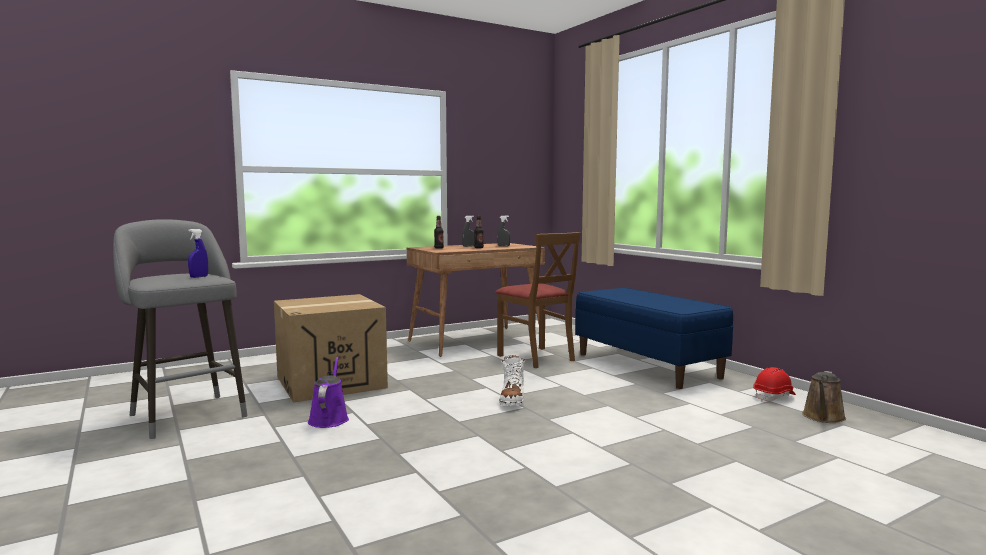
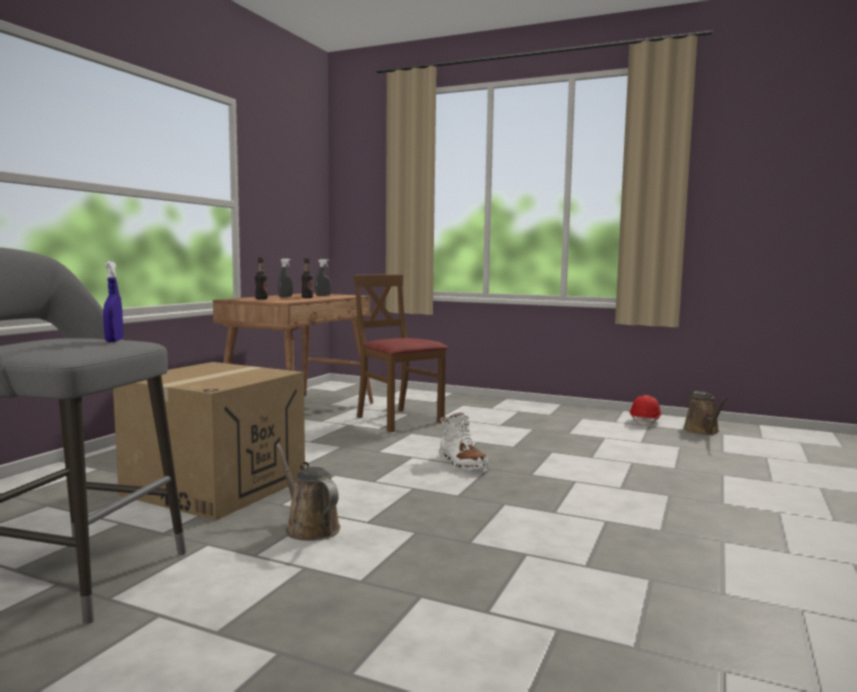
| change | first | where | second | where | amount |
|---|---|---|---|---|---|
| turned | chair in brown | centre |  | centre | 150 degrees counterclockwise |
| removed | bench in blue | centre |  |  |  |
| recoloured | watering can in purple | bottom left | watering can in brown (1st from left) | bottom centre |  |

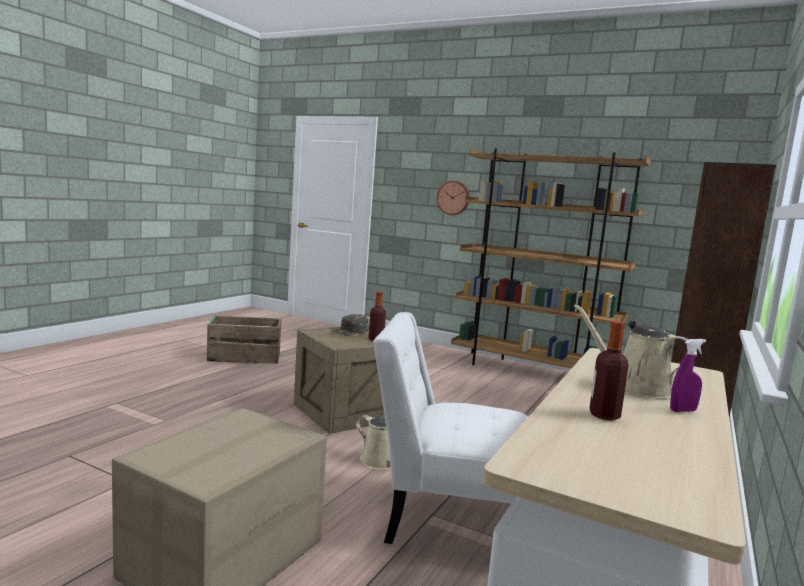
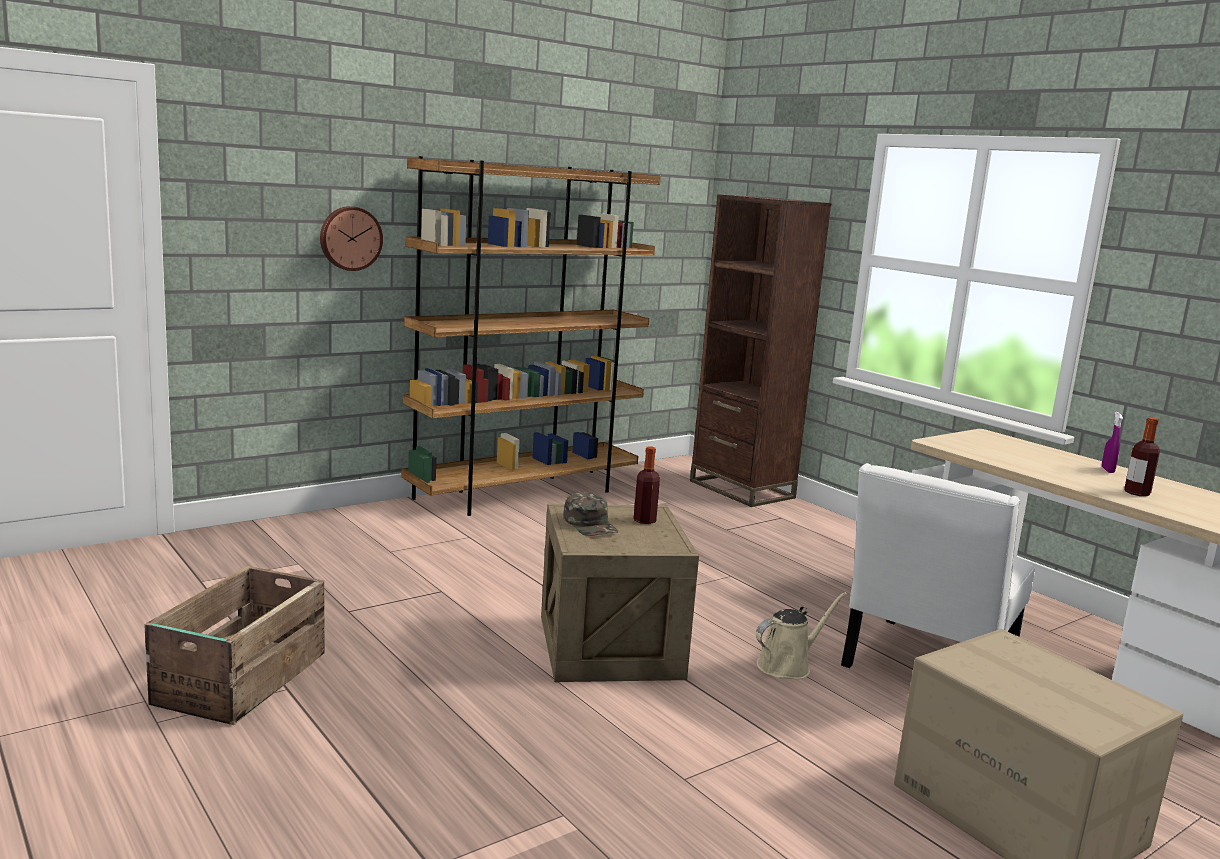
| change | first | where | second | where | amount |
|---|---|---|---|---|---|
| removed | watering can in beige (2nd from left) | middle right |  |  |  |

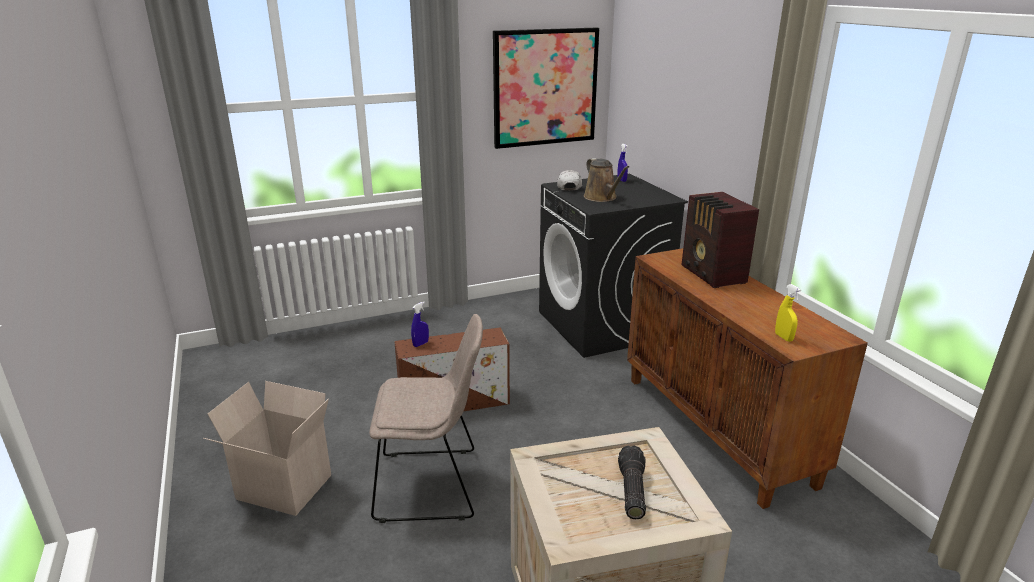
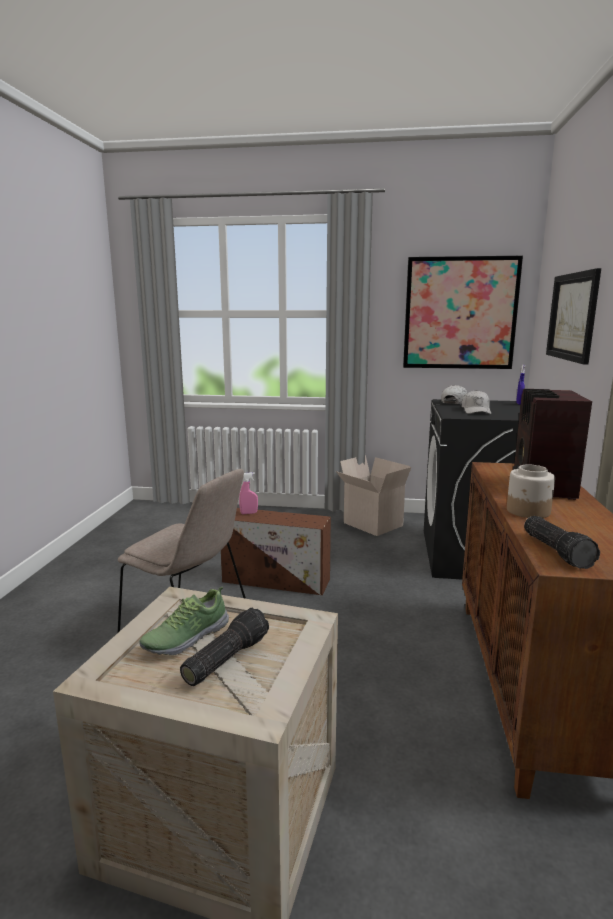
| change | first | where | second | where | amount |
|---|---|---|---|---|---|
| replaced | watering can in brown | top centre | cap in white (2nd from left) | middle right |  |
| replaced | spray bottle in yellow | middle right | flashlight (2nd from left) | middle right |  |
| recoloured | spray bottle in blue (1st from left) | centre | spray bottle in pink | centre |  |
| moved | cardboard box | bottom left |  | centre |  |
| added |  |  | picture (2nd from left) | middle right |  |
| added |  |  | jar | middle right |  |
| added |  |  | shoe | bottom left |  |

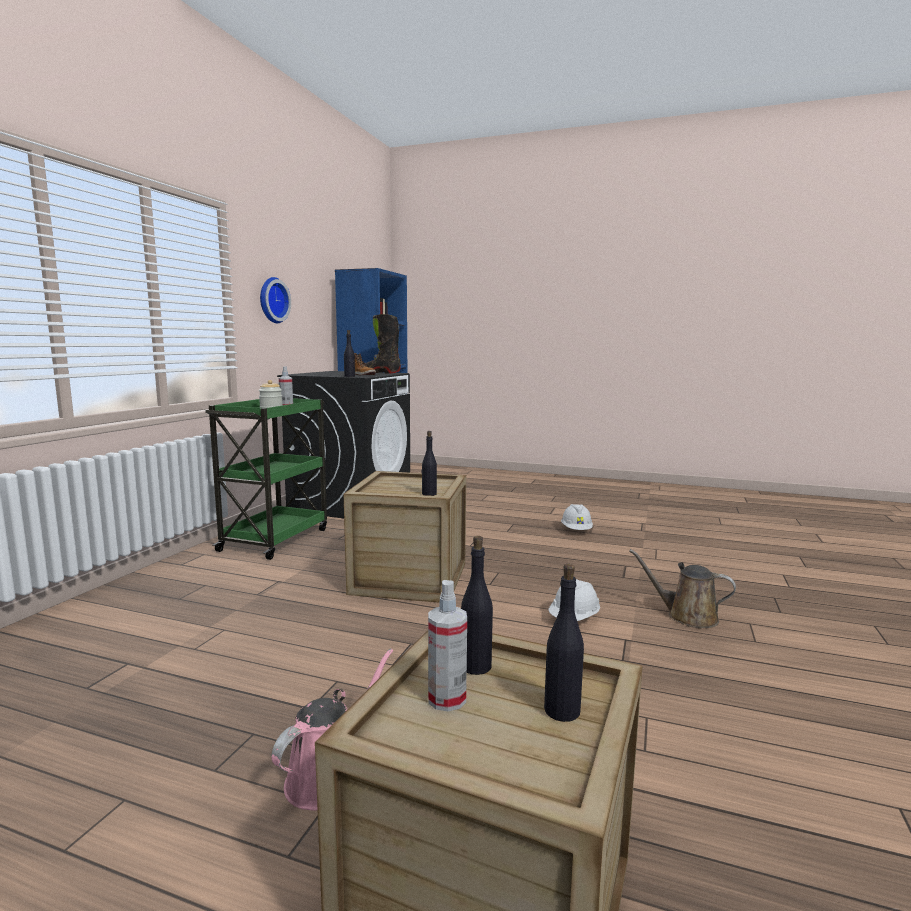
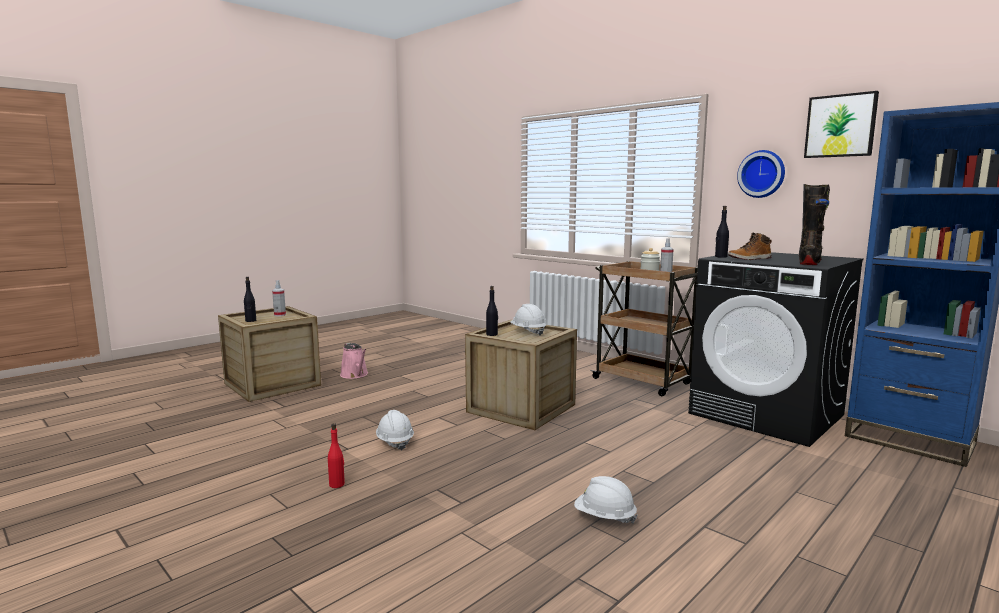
| change | first | where | second | where | amount |
|---|---|---|---|---|---|
| recoloured | cart in green | middle left | cart in brown | centre |  |
| removed | bottle in black (3rd from left) | centre |  |  |  |
| replaced | watering can in brown | middle right | bottle in red | bottom centre |  |
| added |  |  | picture | top right |  |
| added |  |  | hard hat in white (2nd from left) | centre |  |

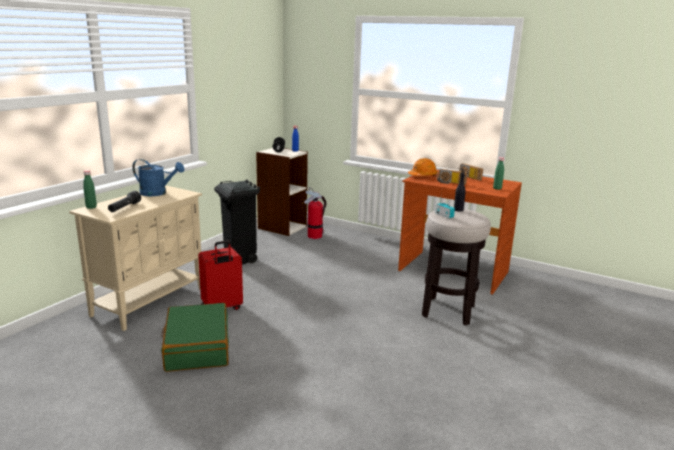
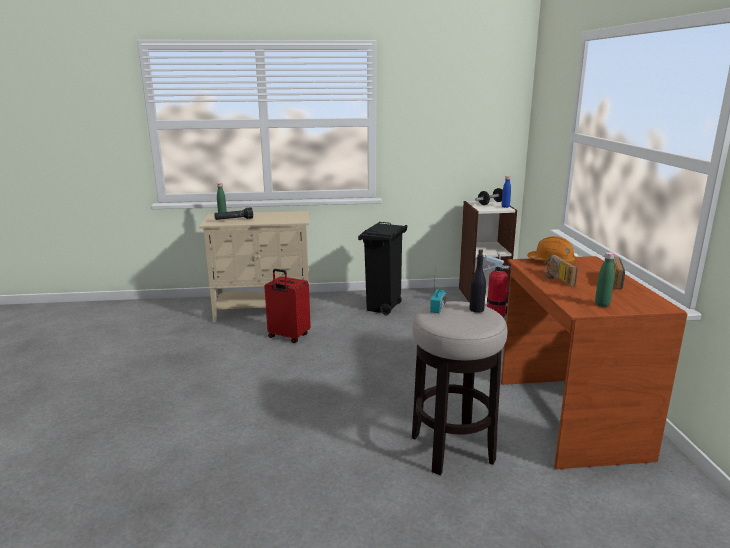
| change | first | where | second | where | amount |
|---|---|---|---|---|---|
| removed | watering can in blue | middle left |  |  |  |
| removed | suitcase in green | bottom left |  |  |  |

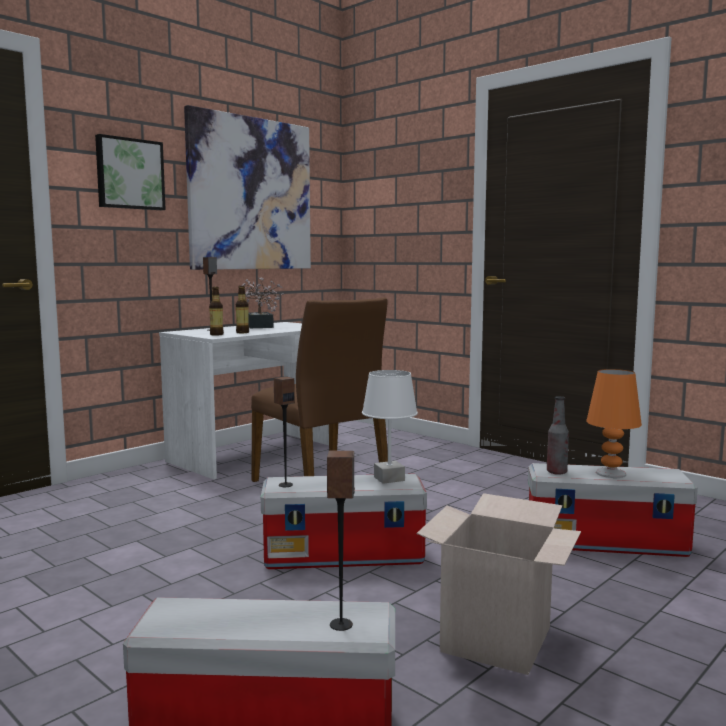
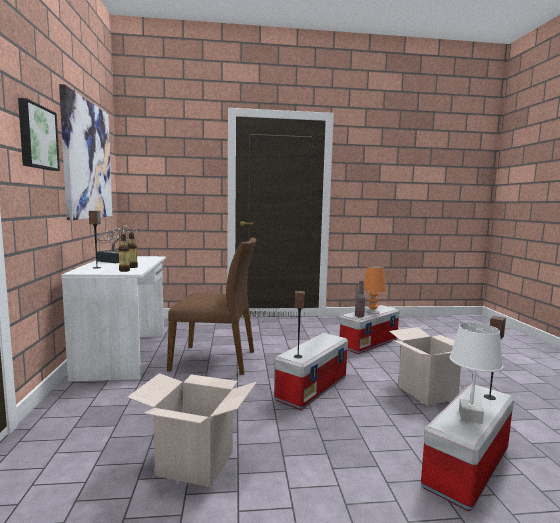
| change | first | where | second | where | amount |
|---|---|---|---|---|---|
| moved | table lamp in white | centre |  | bottom right |  |
| added |  |  | cardboard box (1st from left) | bottom centre |  |

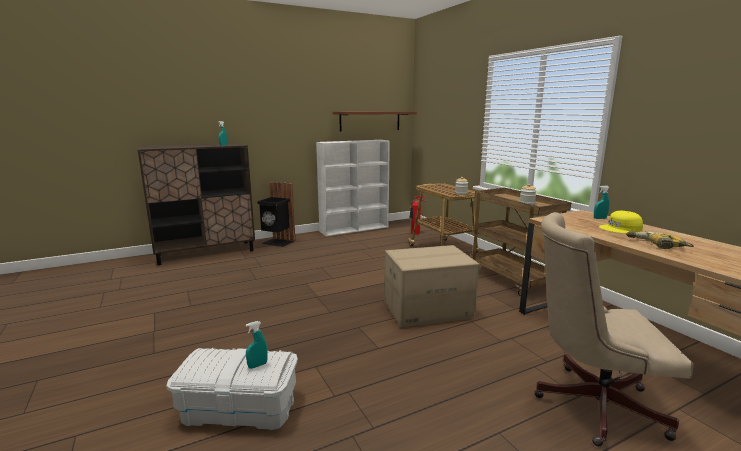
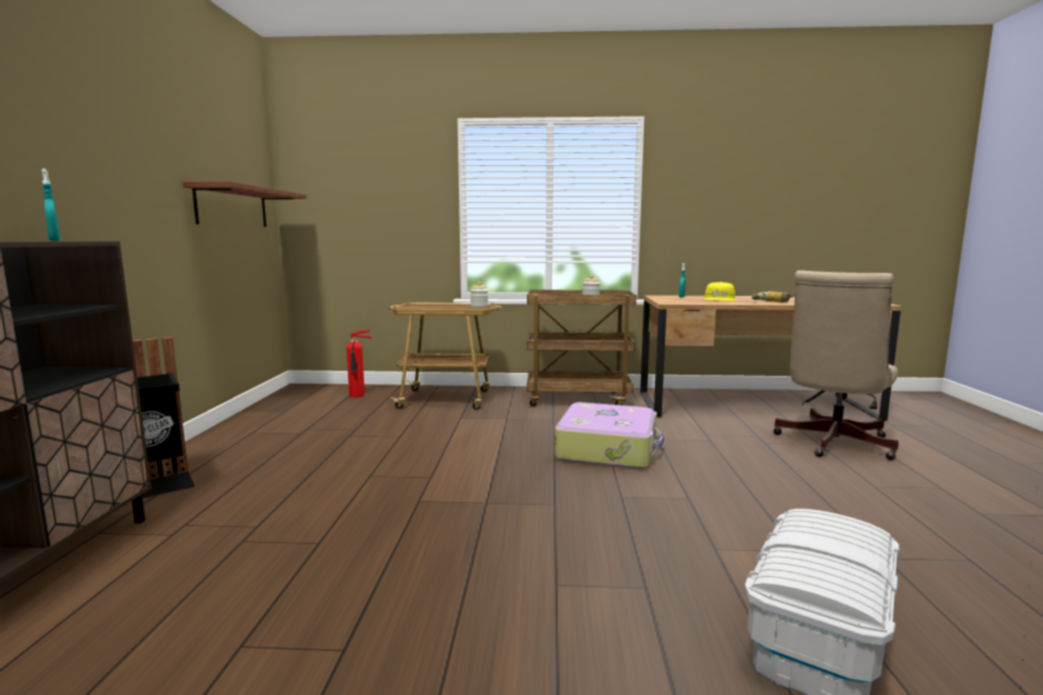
| change | first | where | second | where | amount |
|---|---|---|---|---|---|
| removed | bookcase in white | centre |  |  |  |
| replaced | cardboard box | centre | suitcase | centre |  |
| removed | spray bottle in turquoise (2nd from left) | bottom centre |  |  |  |

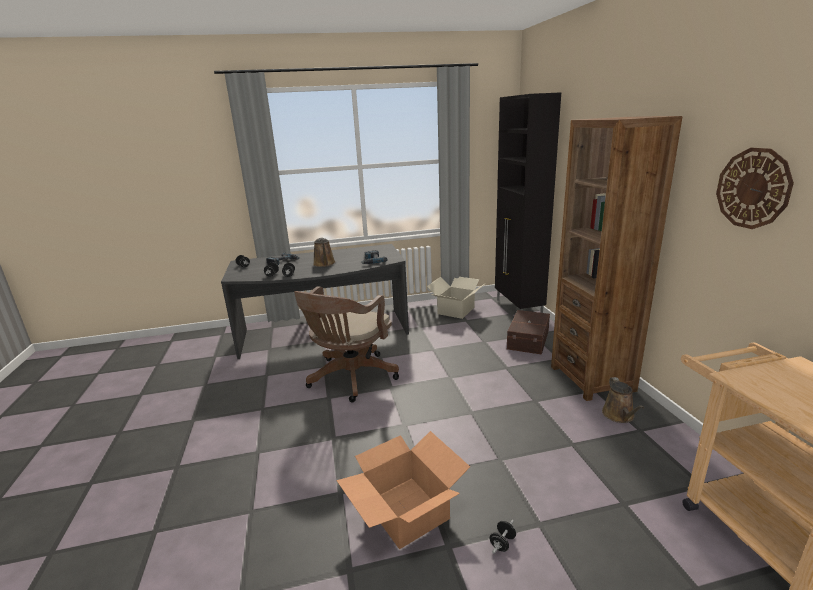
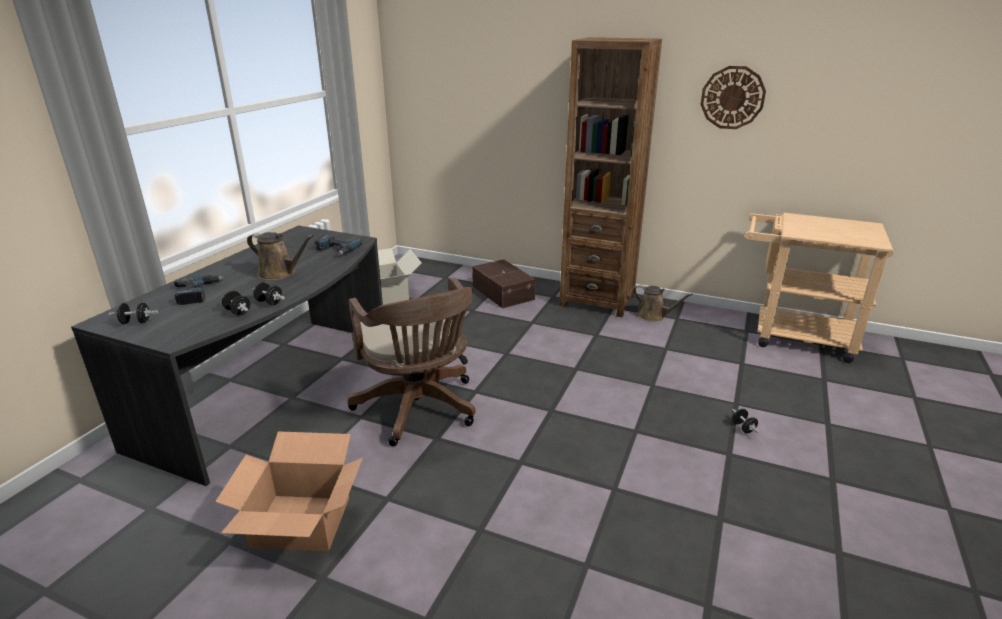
| change | first | where | second | where | amount |
|---|---|---|---|---|---|
| removed | cabinet in black | centre |  |  |  |
| moved | cardboard box (1st from left) | bottom centre |  | bottom left |  |

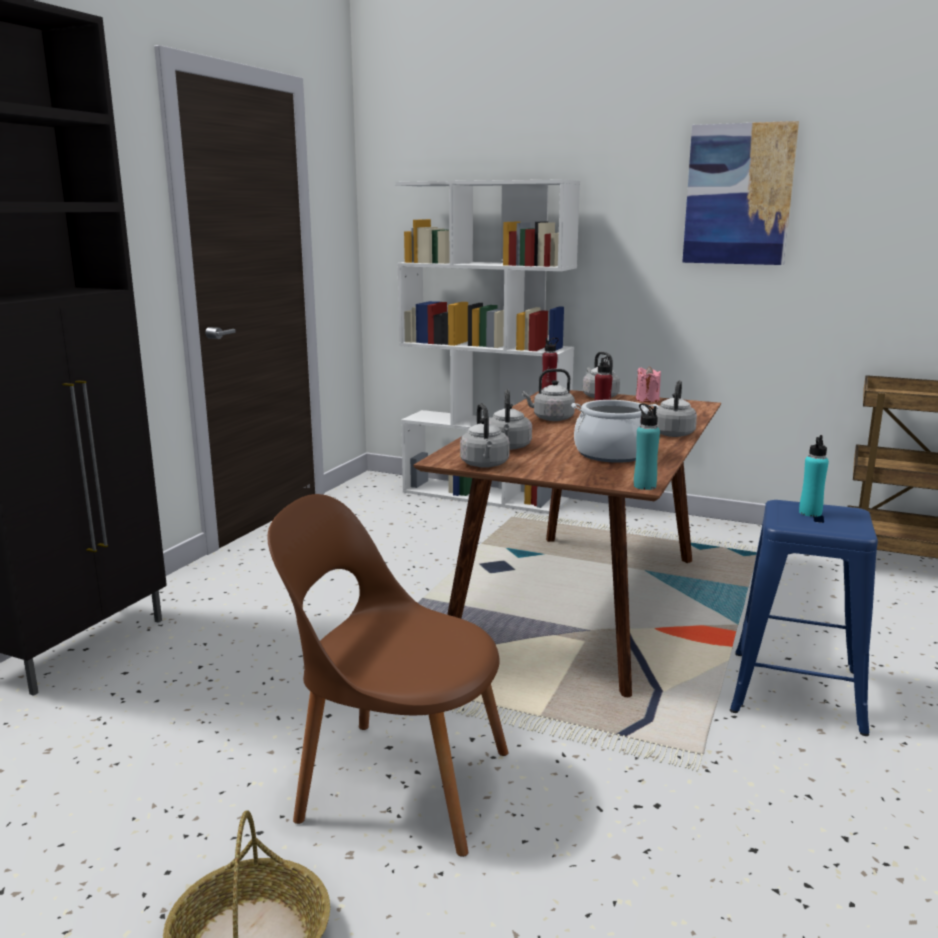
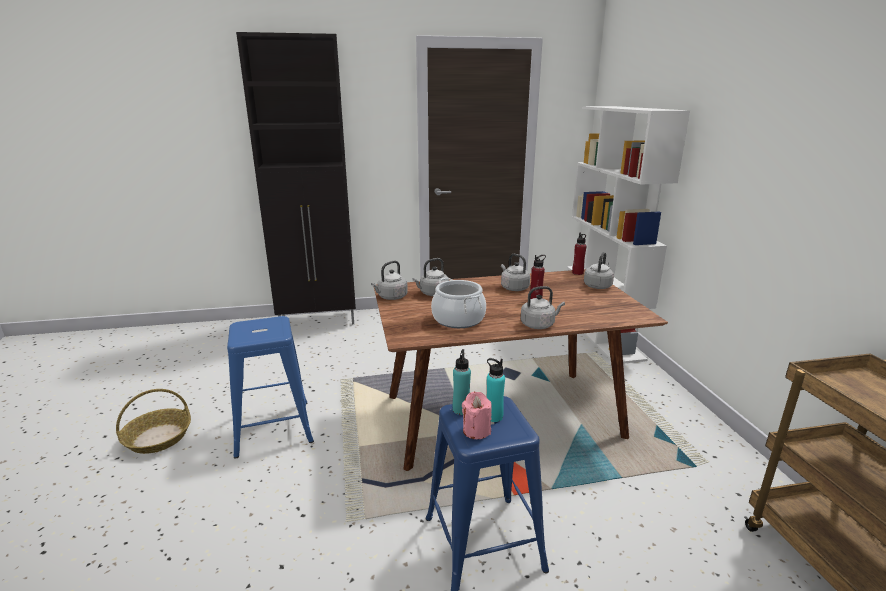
| change | first | where | second | where | amount |
|---|---|---|---|---|---|
| removed | picture | top right |  |  |  |
| moved | candle in pink | middle right |  | bottom centre |  |
| moved | bottle in turquoise (1st from left) | middle right |  | centre |  |
| replaced | chair in brown | bottom centre | stool in blue (1st from left) | middle left |  |

